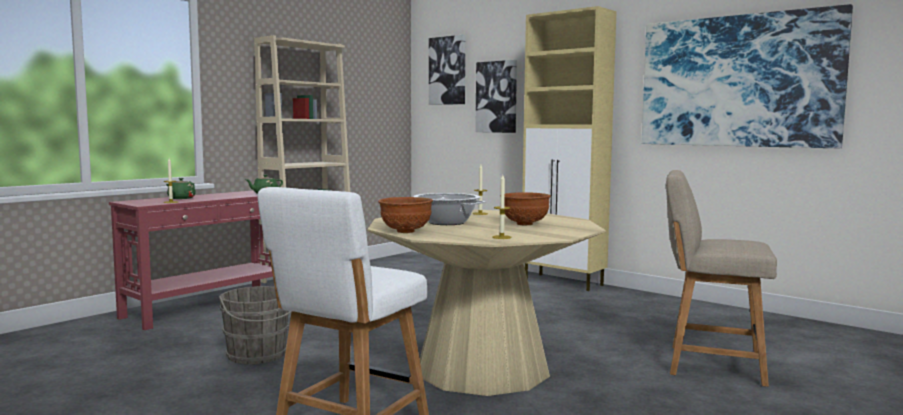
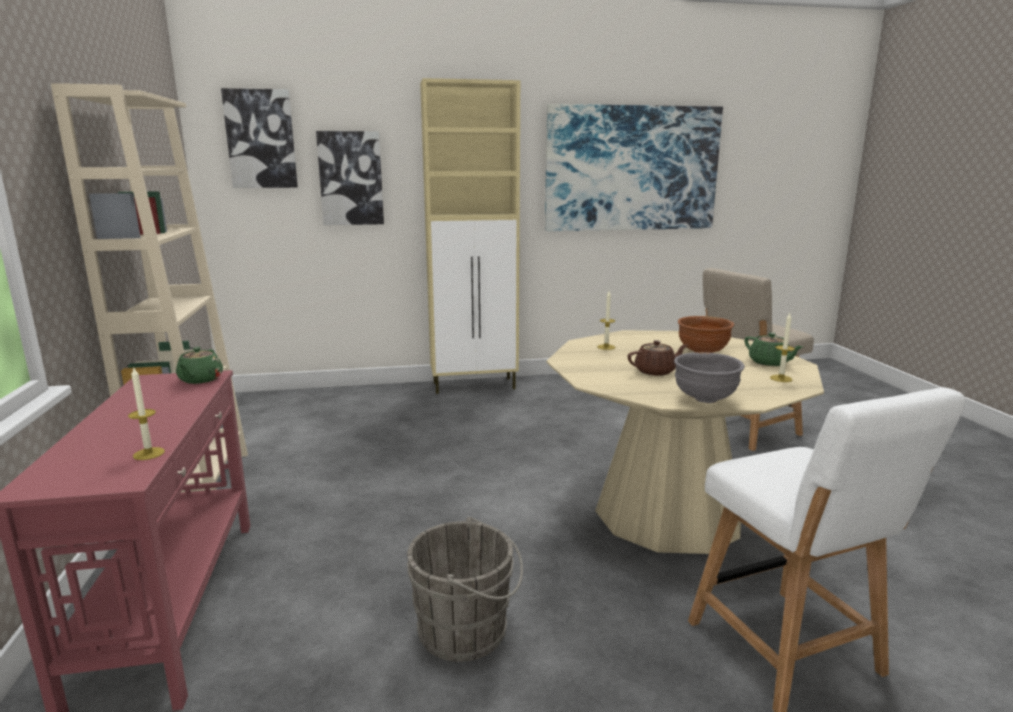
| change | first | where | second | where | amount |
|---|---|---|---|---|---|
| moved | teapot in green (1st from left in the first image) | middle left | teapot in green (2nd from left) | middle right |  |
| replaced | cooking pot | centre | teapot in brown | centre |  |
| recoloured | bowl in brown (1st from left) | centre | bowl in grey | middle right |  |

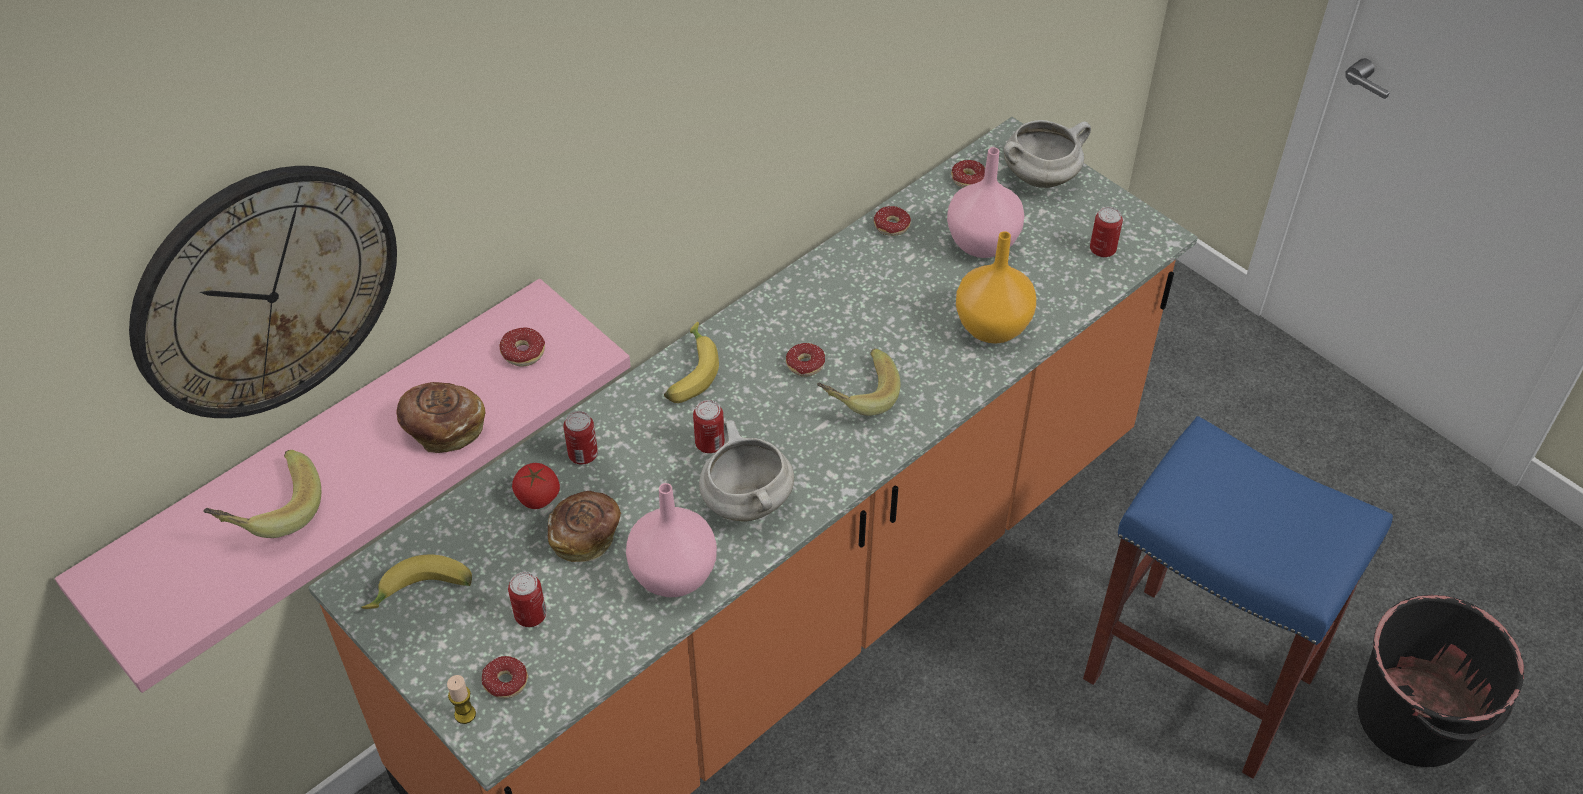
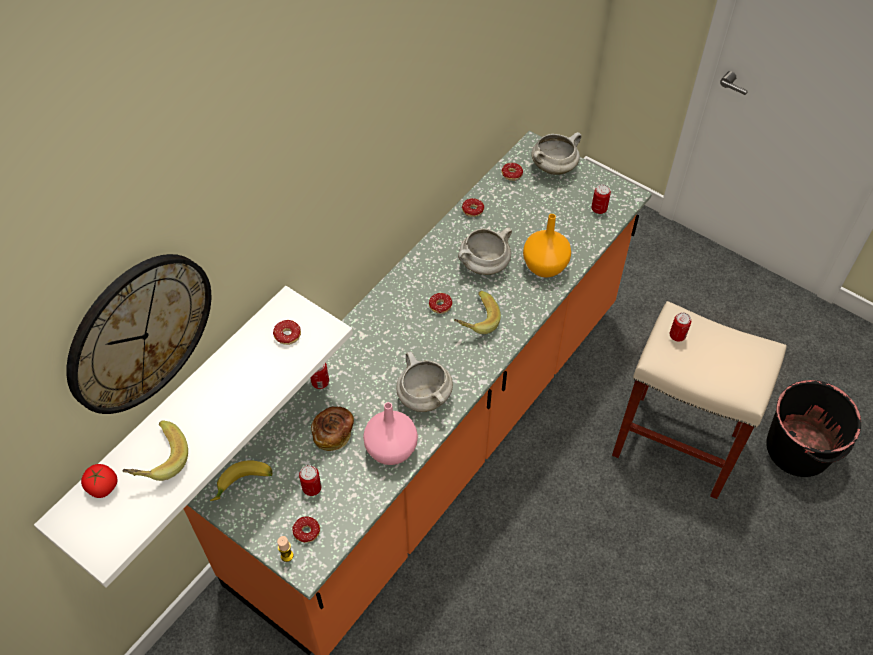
| change | first | where | second | where | amount |
|---|---|---|---|---|---|
| removed | vase in pink (2nd from left) | top centre |  |  |  |
| recoloured | shelf in pink | middle left | shelf in white | bottom left |  |
| removed | banana (3rd from left) | centre |  |  |  |
| removed | bread (1st from left) | middle left |  |  |  |
| moved | can (3rd from left in the first image) | centre | can (4th from left) | middle right |  |
| recoloured | stool in blue | bottom right | stool in beige | middle right |  |
| moved | tomato | centre |  | bottom left |  |
| added |  |  | cooking pot in white (2nd from left) | centre |  |

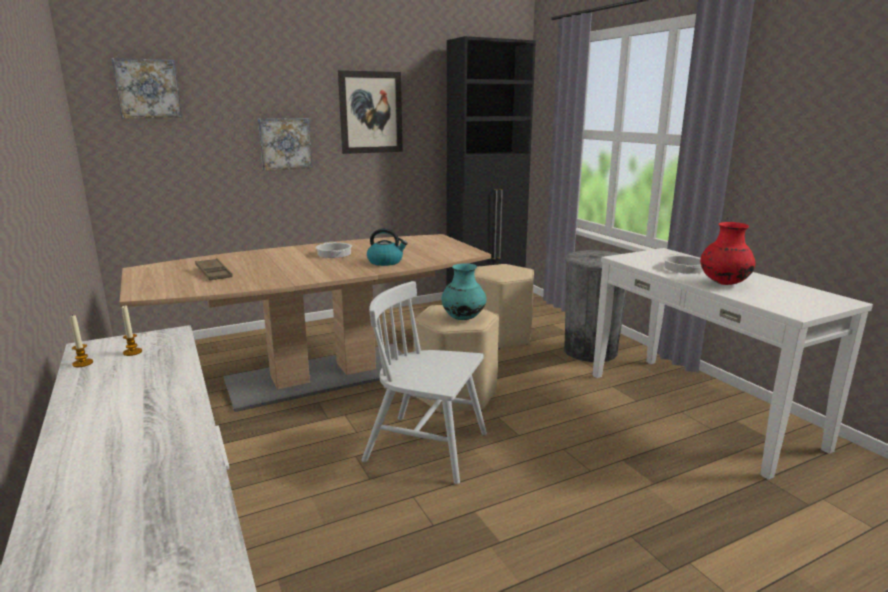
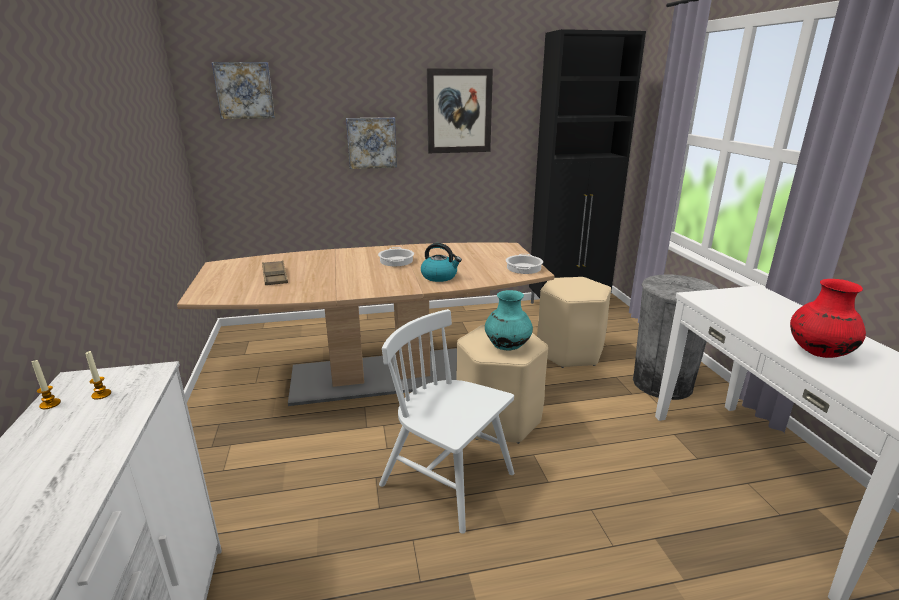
| change | first | where | second | where | amount |
|---|---|---|---|---|---|
| moved | cooking pot (2nd from left) | middle right |  | centre |  |

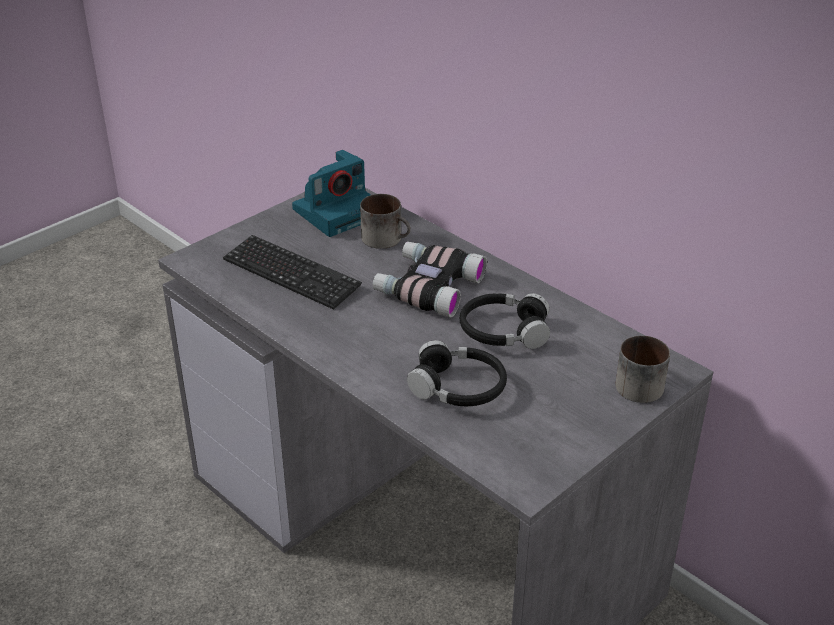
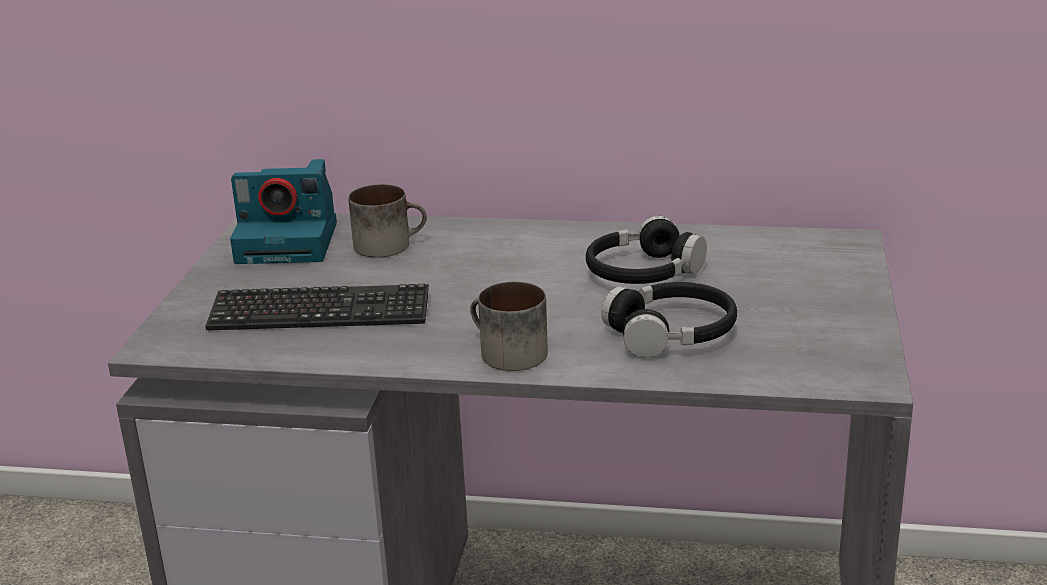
| change | first | where | second | where | amount |
|---|---|---|---|---|---|
| turned | photo camera | top centre |  | middle left | 75 degrees clockwise |
| removed | binoculars | centre |  |  |  |
| moved | mug (2nd from left) | middle right |  | centre |  |

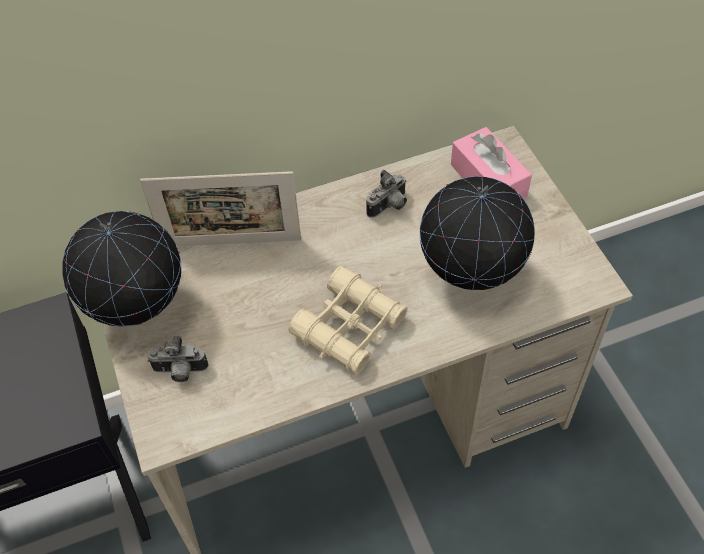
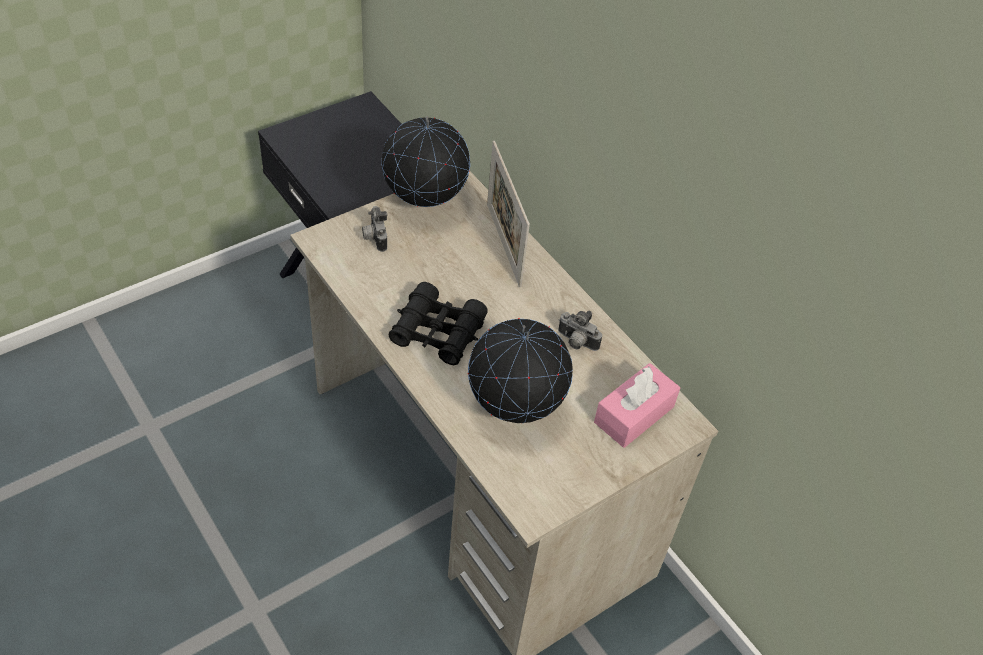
| change | first | where | second | where | amount |
|---|---|---|---|---|---|
| recoloured | binoculars in beige | centre | binoculars in black | centre |  |

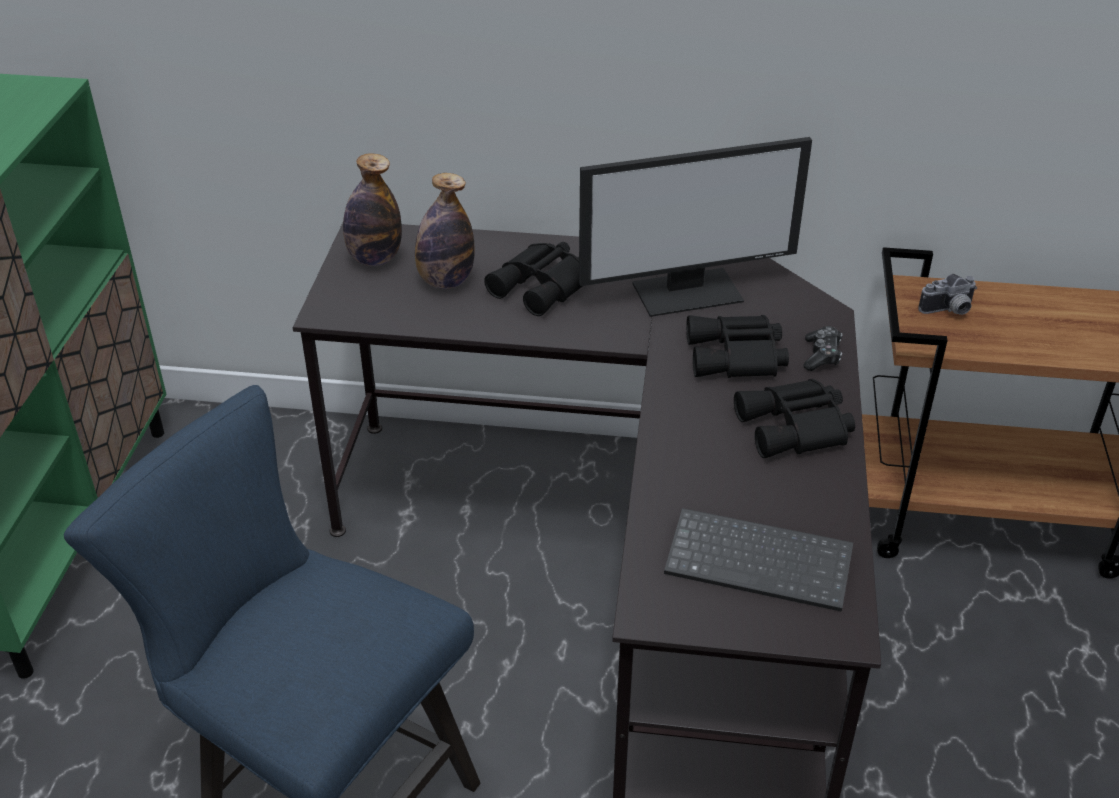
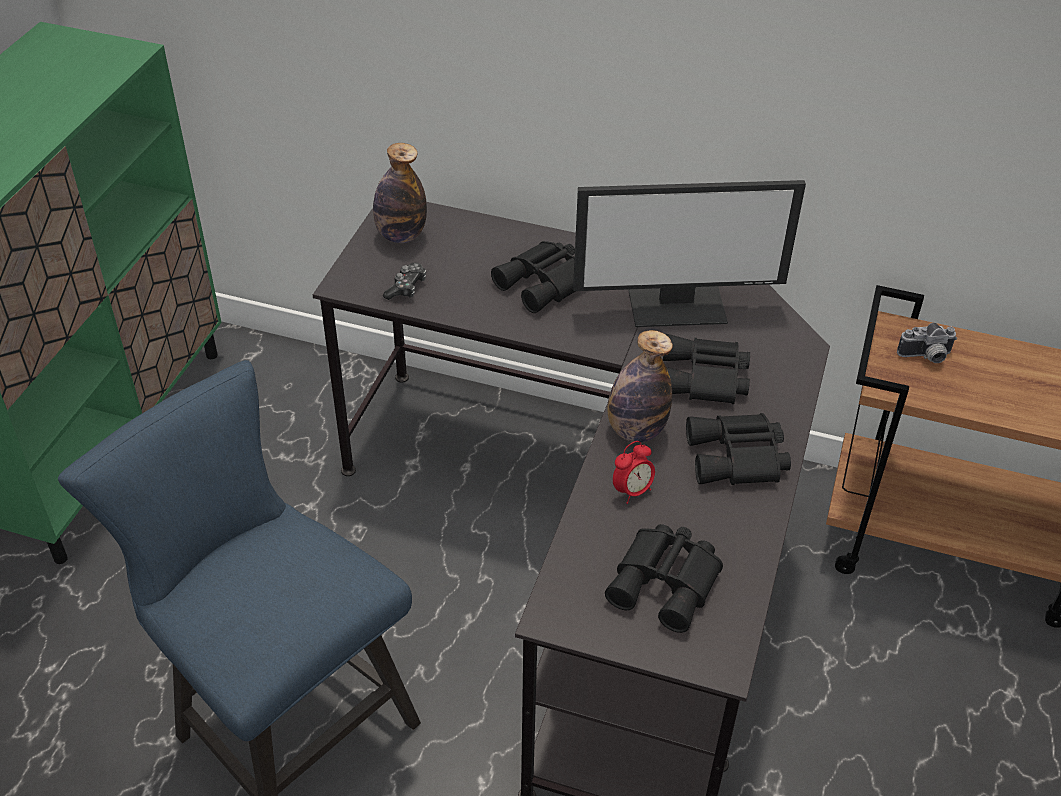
| change | first | where | second | where | amount |
|---|---|---|---|---|---|
| moved | bottle (2nd from left) | top centre |  | centre |  |
| moved | game controller | middle right |  | centre |  |
| replaced | keyboard | bottom right | binoculars in black (2nd from left) | bottom centre |  |
| added |  |  | alarm clock | centre |  |

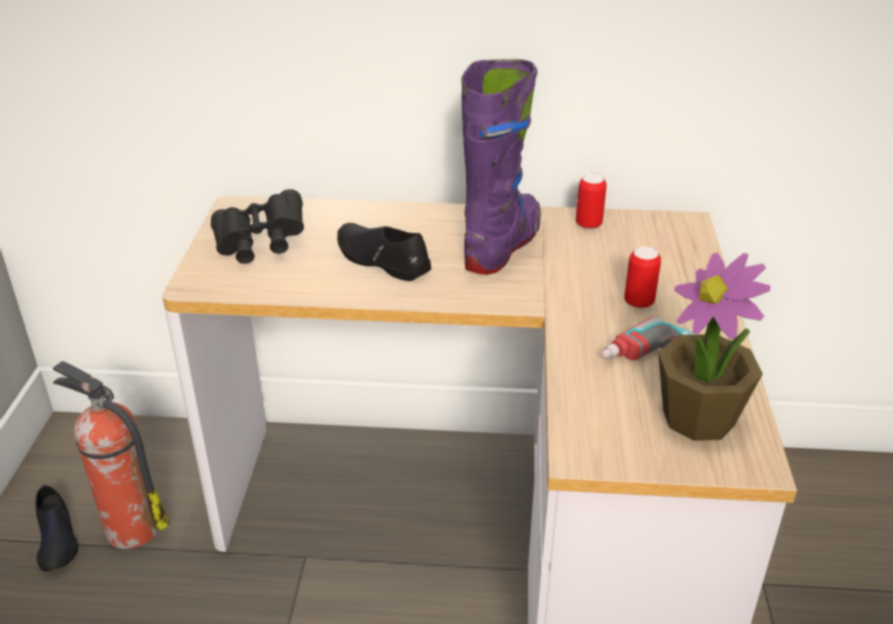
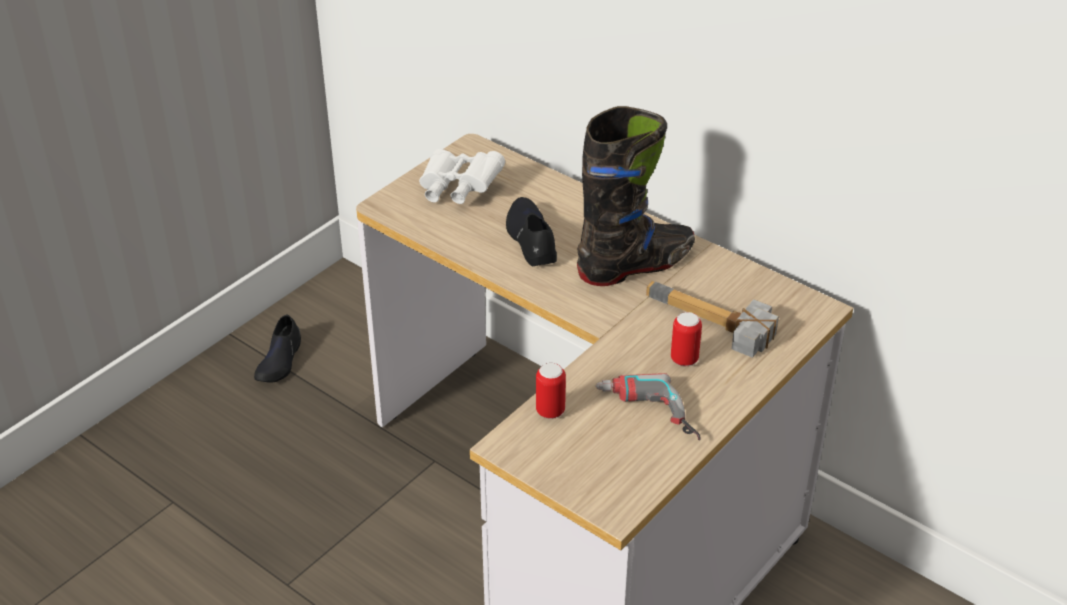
| change | first | where | second | where | amount |
|---|---|---|---|---|---|
| recoloured | boot in purple | top centre | boot in black | top centre |  |
| moved | can (1st from left) | top centre |  | centre |  |
| recoloured | binoculars in black | middle left | binoculars in white | top centre |  |
| removed | potted plant | middle right |  |  |  |
| removed | fire extinguisher | bottom left |  |  |  |
| added |  |  | hammer | middle right |  |

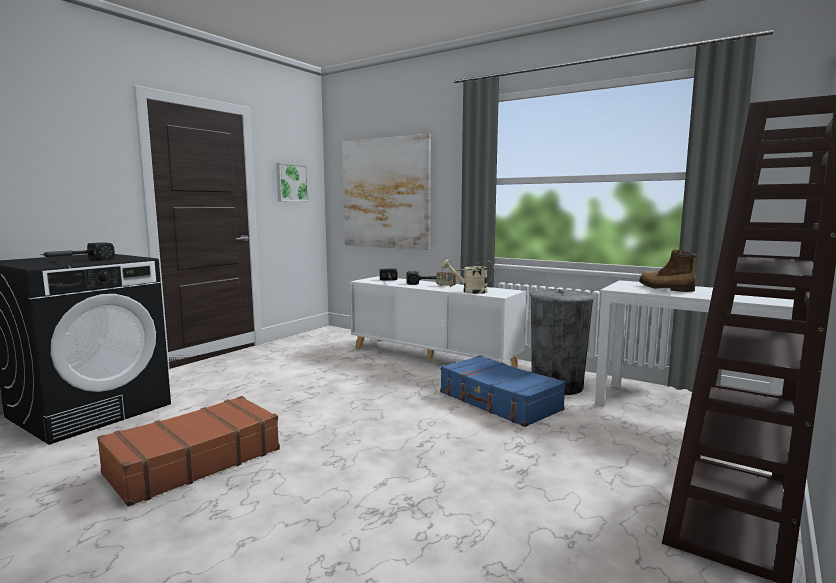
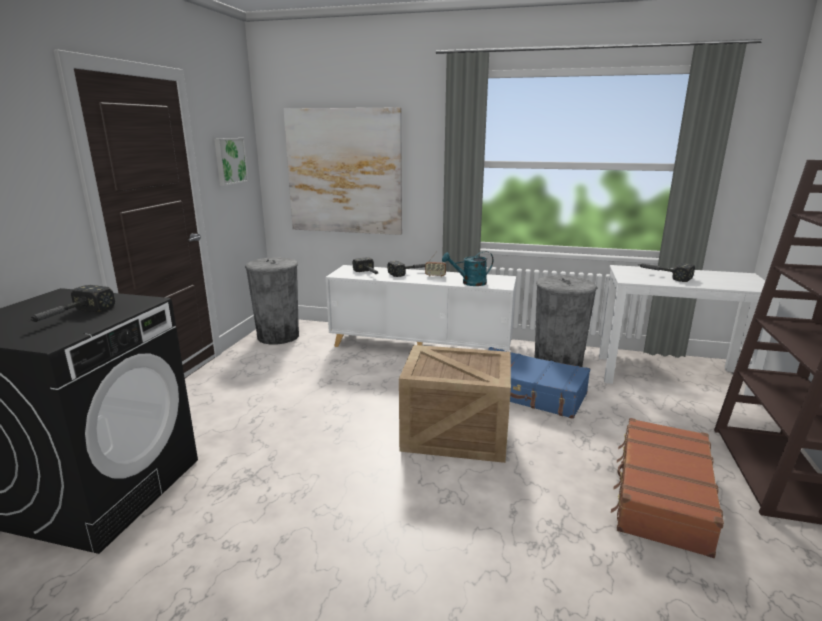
| change | first | where | second | where | amount |
|---|---|---|---|---|---|
| replaced | boot | middle right | hammer (4th from left) | middle right |  |
| recoloured | watering can in beige | centre | watering can in turquoise | centre |  |
| moved | suitcase in brown | bottom left |  | bottom right |  |
| added |  |  | trash can in grey (1st from left) | middle left |  |
| added |  |  | crate | centre |  |

